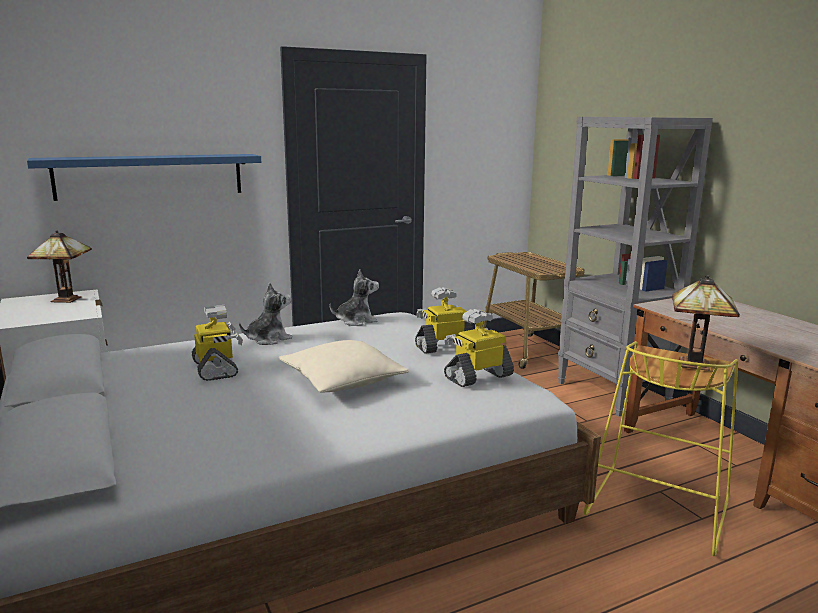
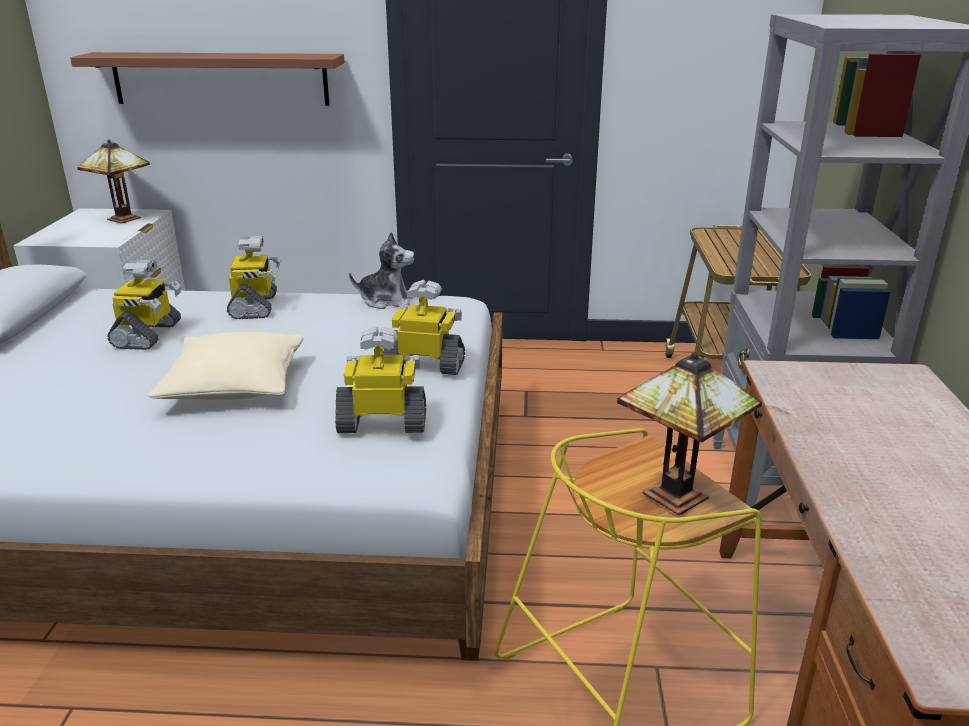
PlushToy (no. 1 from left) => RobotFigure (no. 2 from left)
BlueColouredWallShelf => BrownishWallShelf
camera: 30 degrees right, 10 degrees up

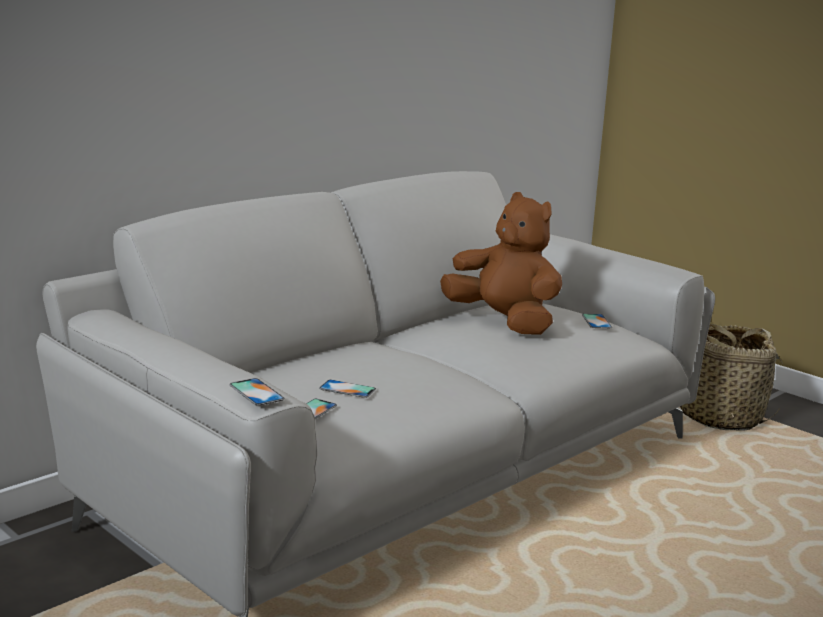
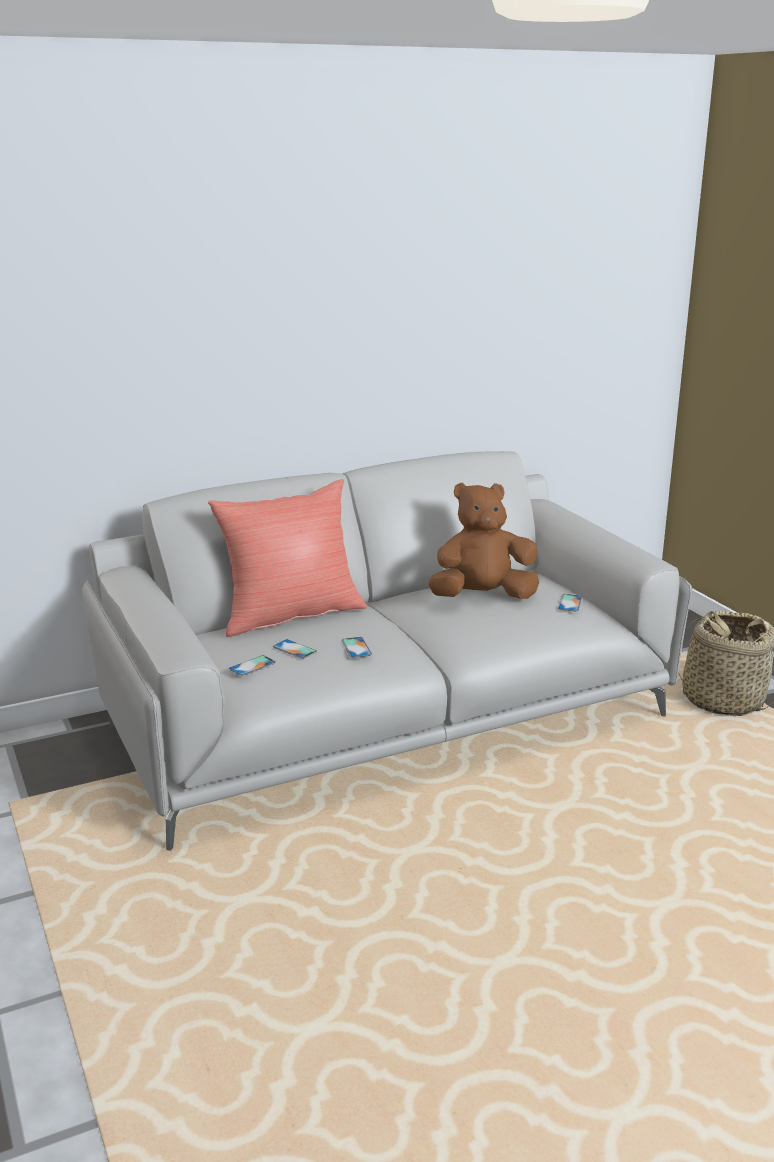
nothing => RedPillow
Handset (no. 1 from left in the first image) => Handset (no. 3 from left), shifted
BrownishPlushToy, 75 degrees counterclockwise
camera: 20 degrees right, 5 degrees up

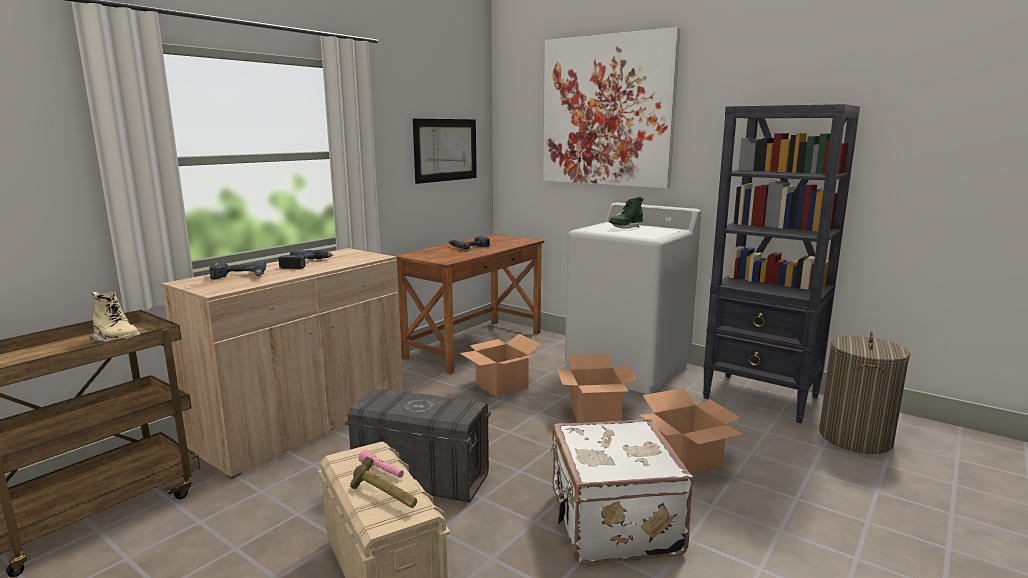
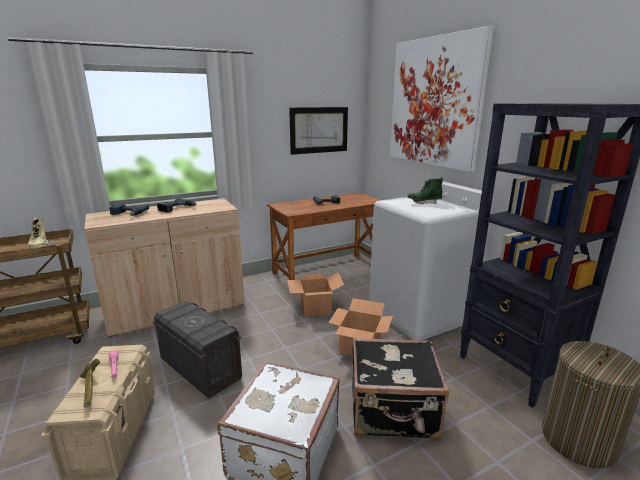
PackingBox (no. 3 from left) => BlackishSuitcase
camera: 25 degrees right, 5 degrees up

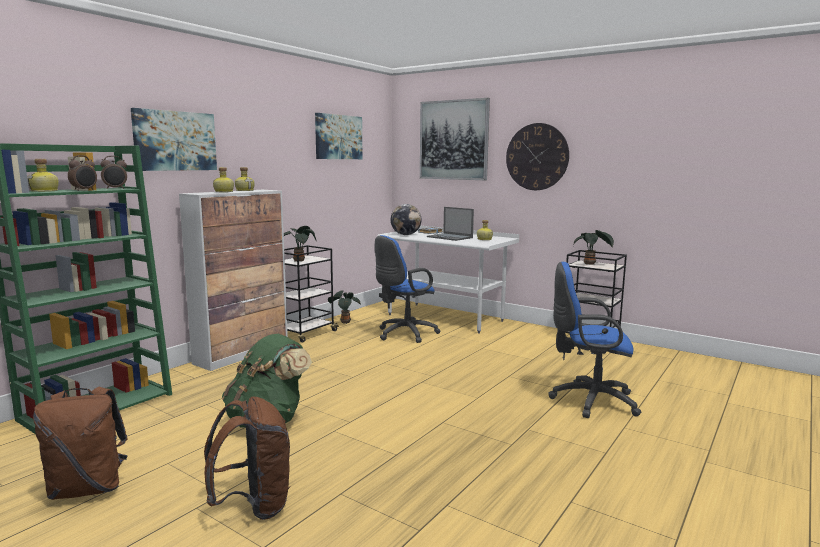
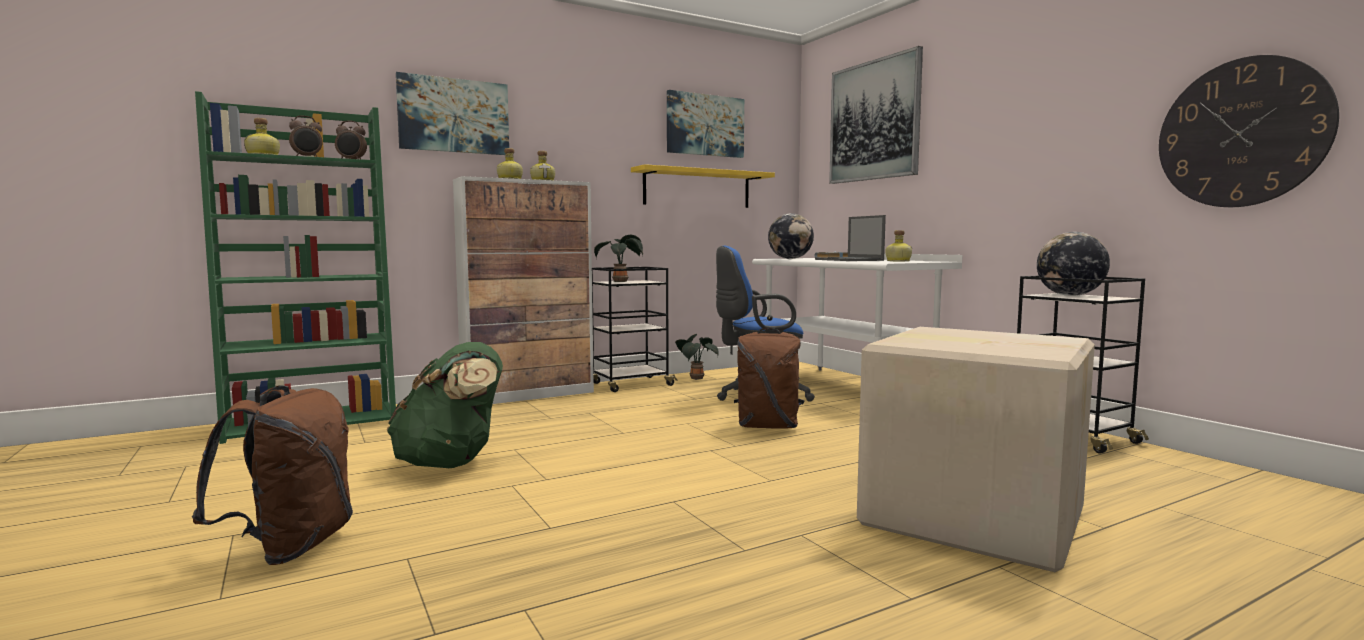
nothing => YellowColouredWallShelf
BrownishBackpack (no. 1 from left in the first image) => BrownishBackpack (no. 2 from left), shifted
WallClock, shifted
BlueColouredDeskChair (no. 2 from left) => PackingBox
PlantInAPot (no. 3 from left) => DeskGlobe (no. 2 from left)
camera: 25 degrees right, 5 degrees down

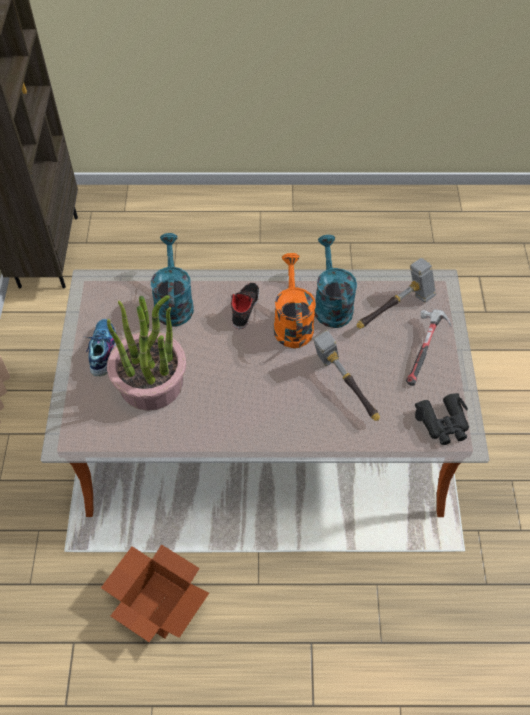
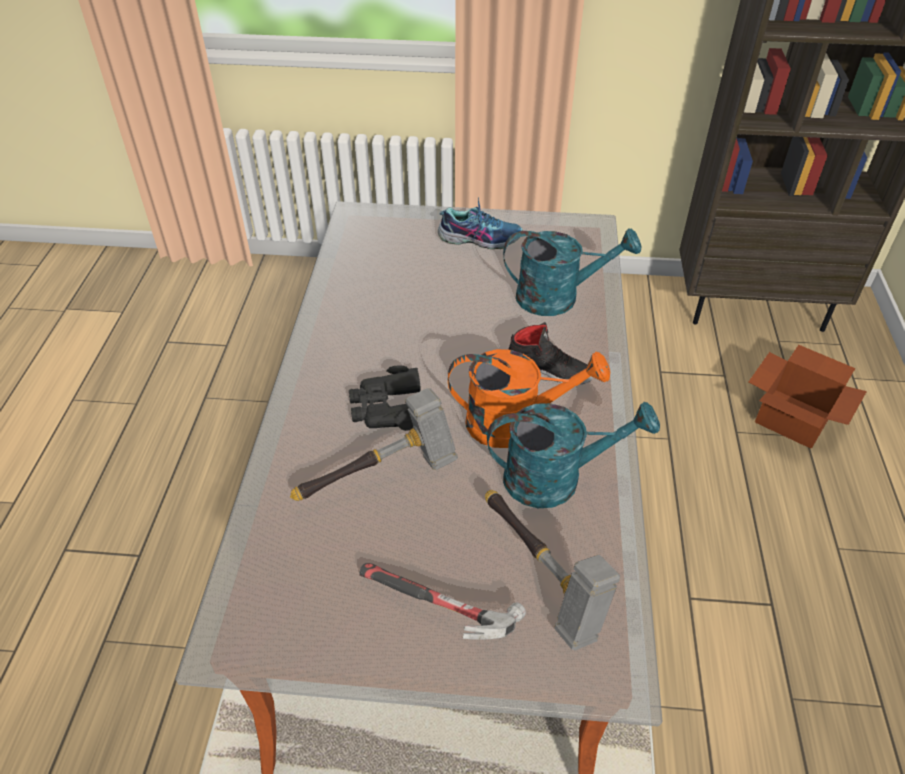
PlantInAPot => nothing
PackingBox, shifted
BlackishPairOfBinoculars, shifted
camera: 95 degrees right, 10 degrees down

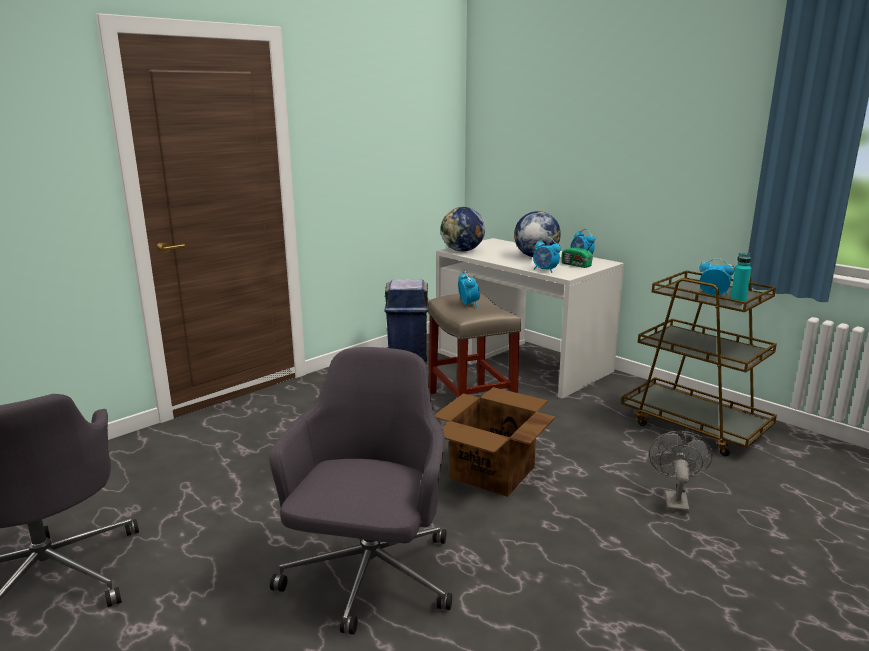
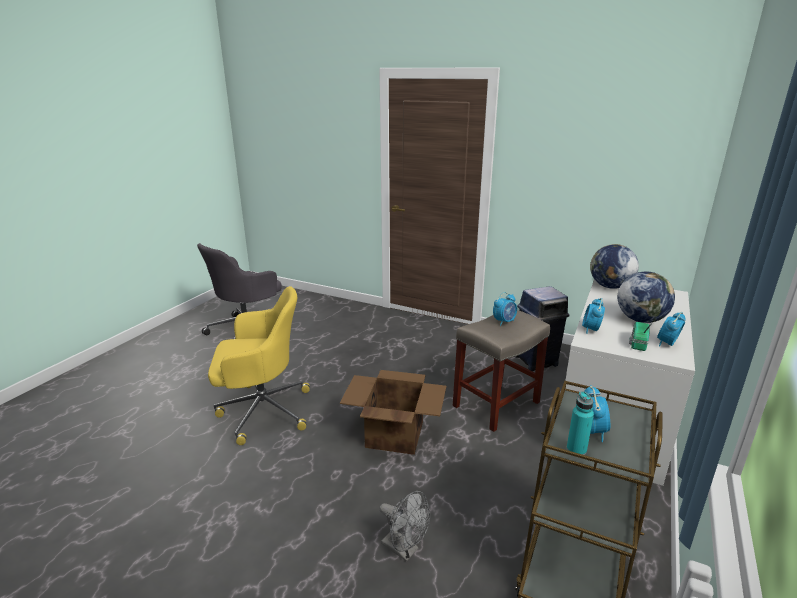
GreyDeskChair (no. 2 from left) => YellowColouredDeskChair
GreyFan, 45 degrees clockwise
camera: 70 degrees right, 5 degrees up

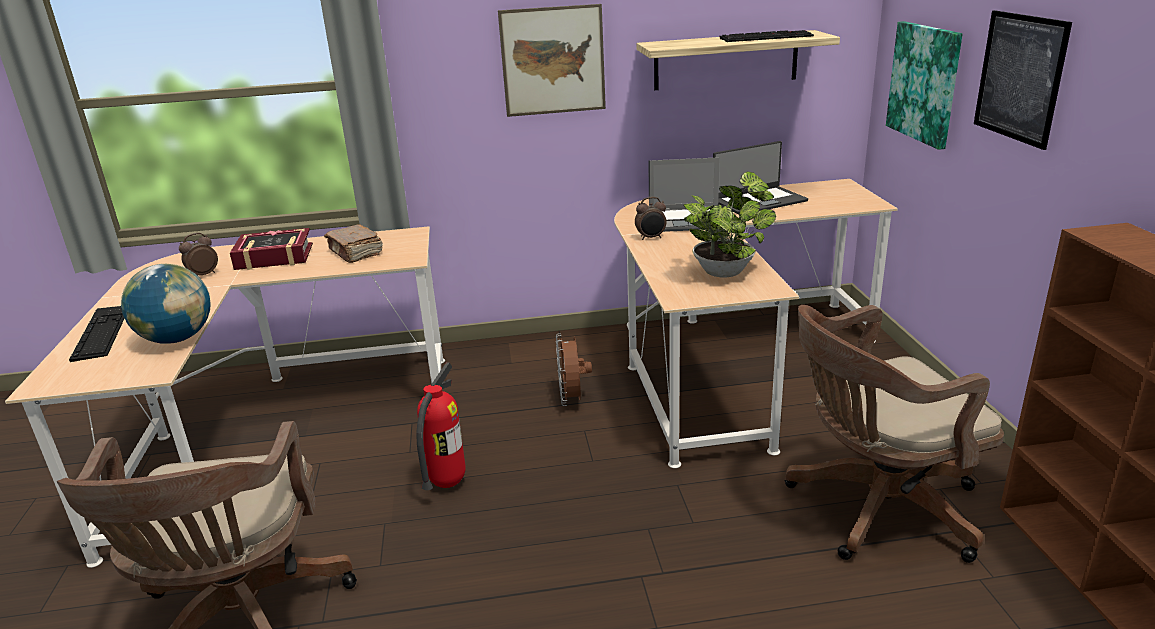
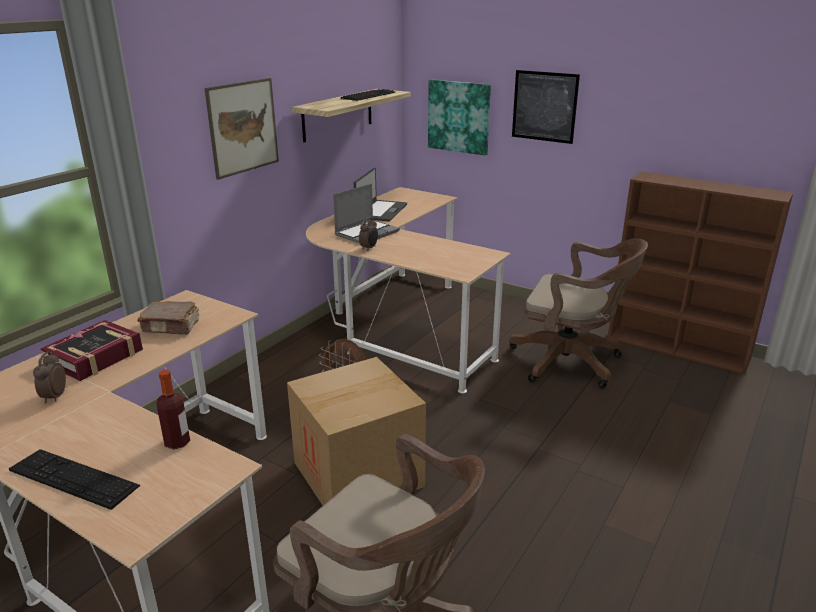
PlantInAPot => nothing
DeskGlobe => DrinkBottle
FireExtinguisher => PackingBox
BrownishDeskChair (no. 2 from left), 90 degrees counterclockwise
camera: 50 degrees left, 0 degrees up

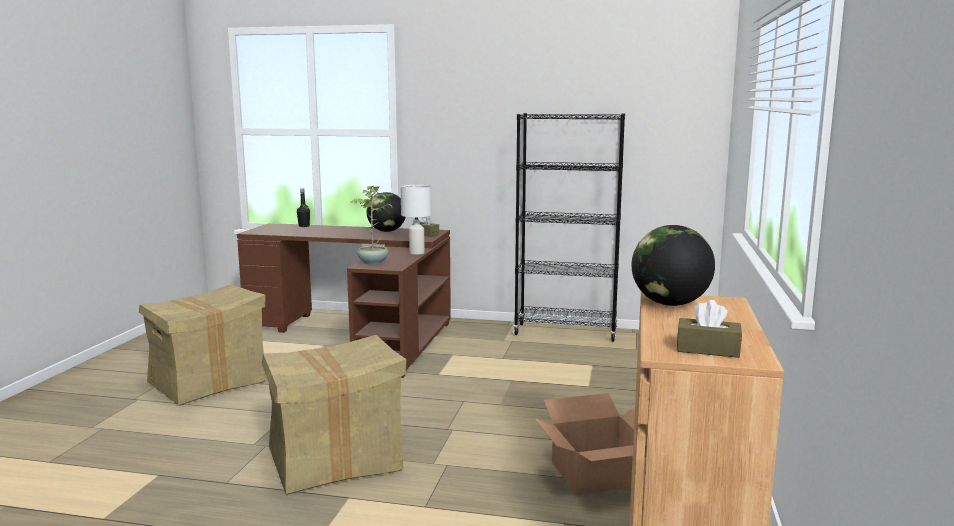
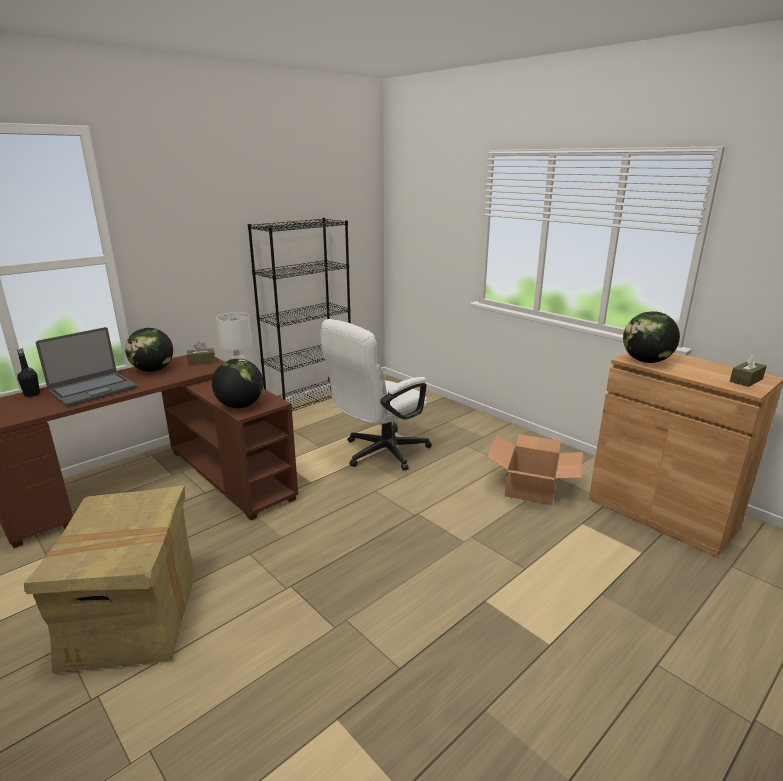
PackingBox (no. 2 from left) => nothing
nothing => PortableComputer
nothing => WhitishDeskChair
PlantInAPot => DeskGlobe (no. 2 from left)
camera: 55 degrees left, 10 degrees up

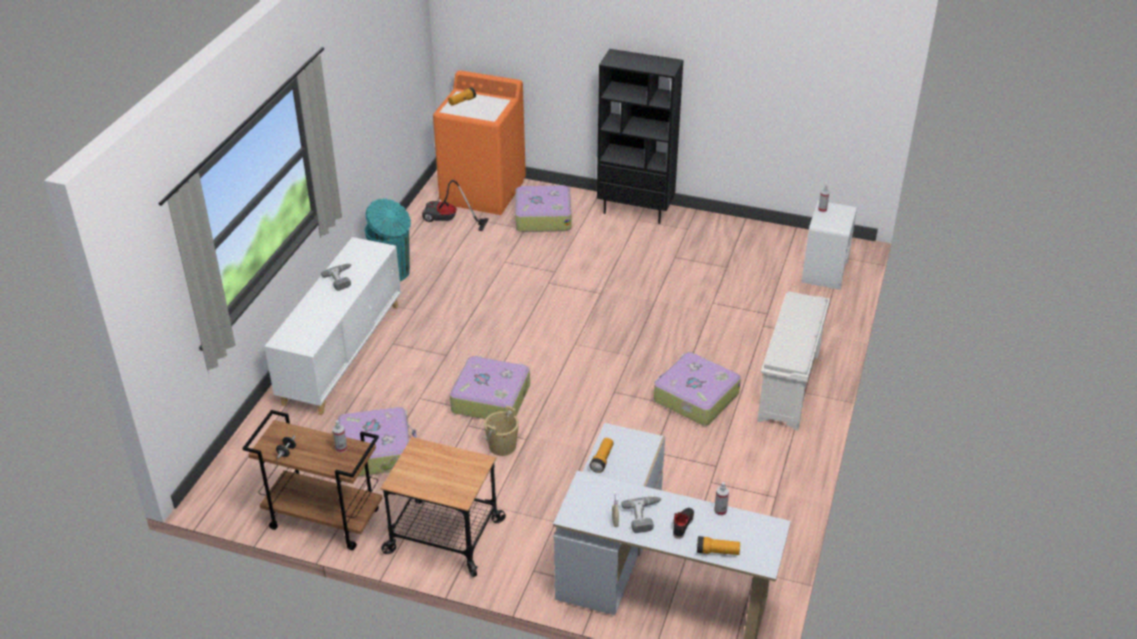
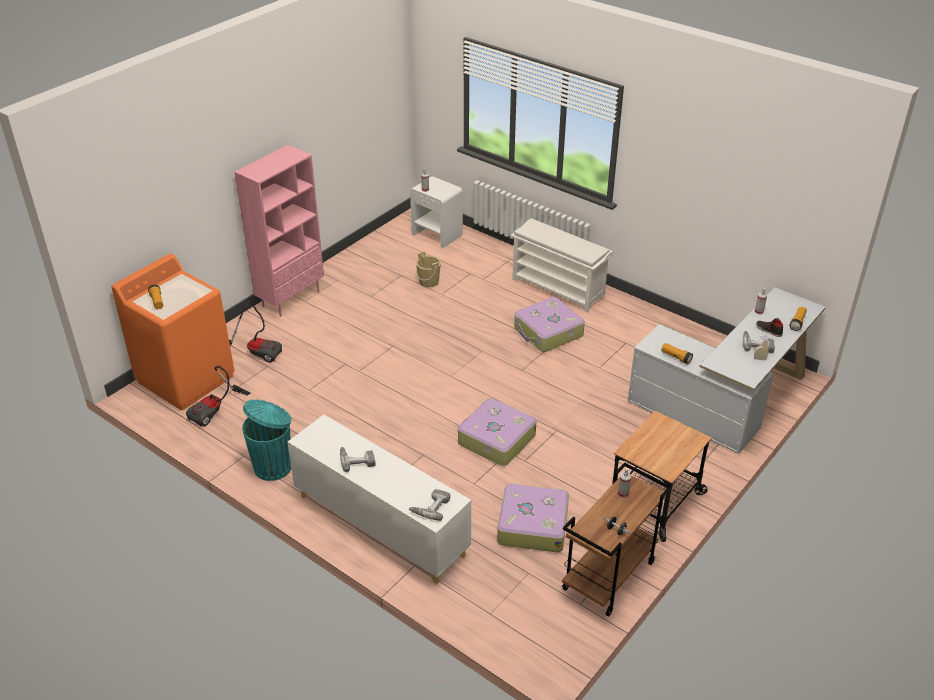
nothing => PowerDrill (no. 2 from left)
BeigePail, shifted
Suitcase (no. 3 from left) => VacuumCleaner (no. 2 from left)
BlackishBookshelf => PinkishBookshelf
camera: 70 degrees left, 0 degrees up

